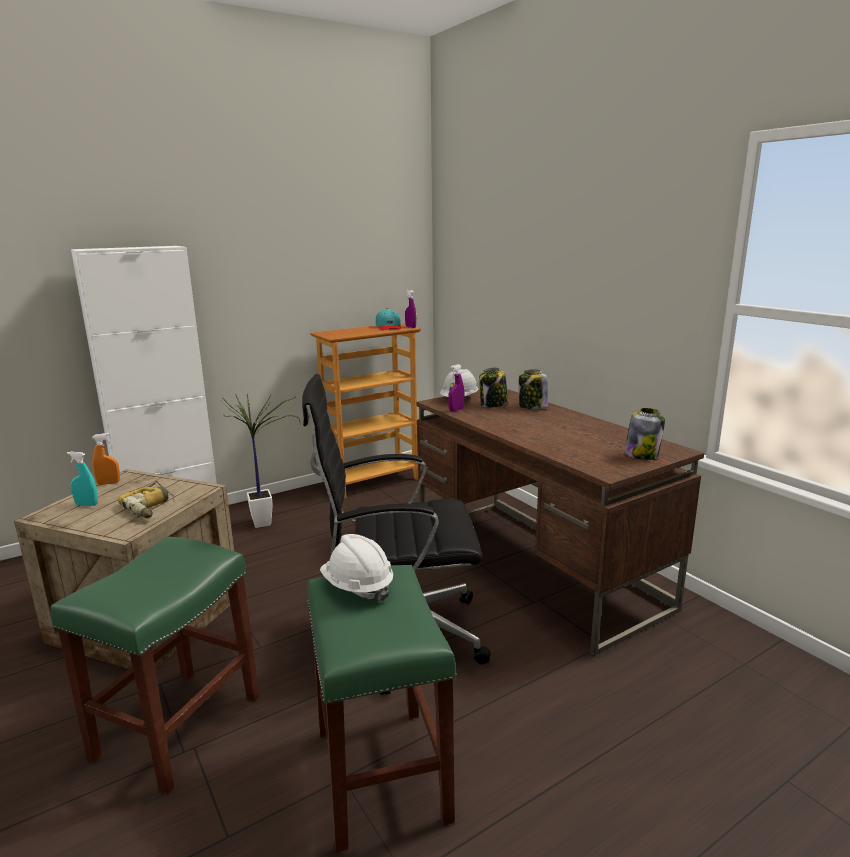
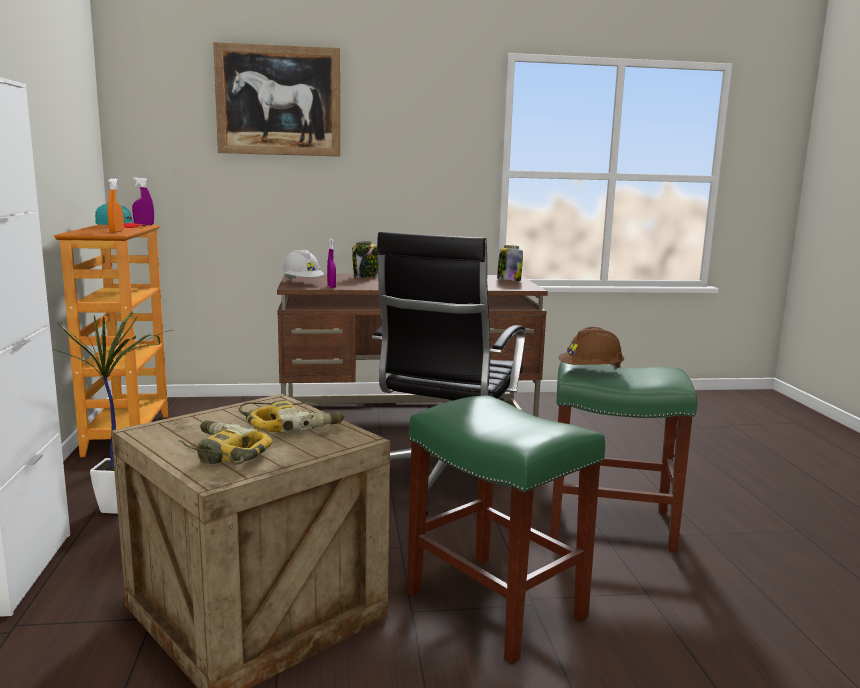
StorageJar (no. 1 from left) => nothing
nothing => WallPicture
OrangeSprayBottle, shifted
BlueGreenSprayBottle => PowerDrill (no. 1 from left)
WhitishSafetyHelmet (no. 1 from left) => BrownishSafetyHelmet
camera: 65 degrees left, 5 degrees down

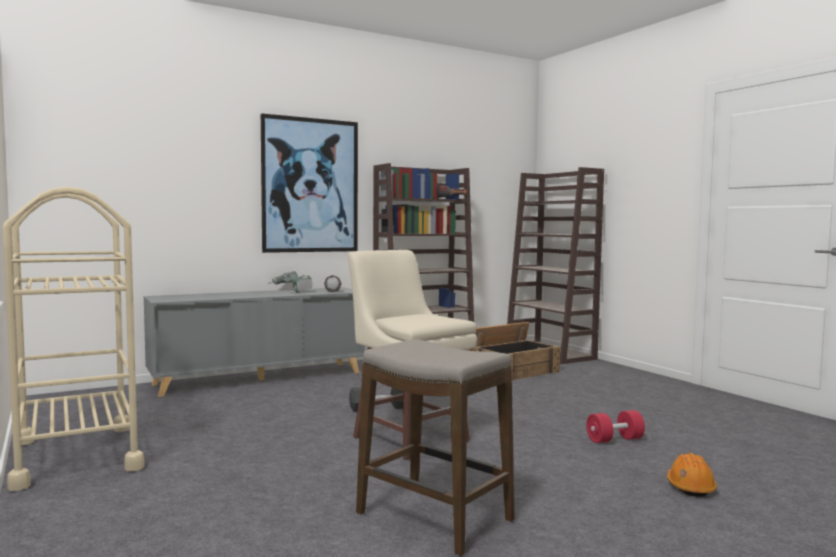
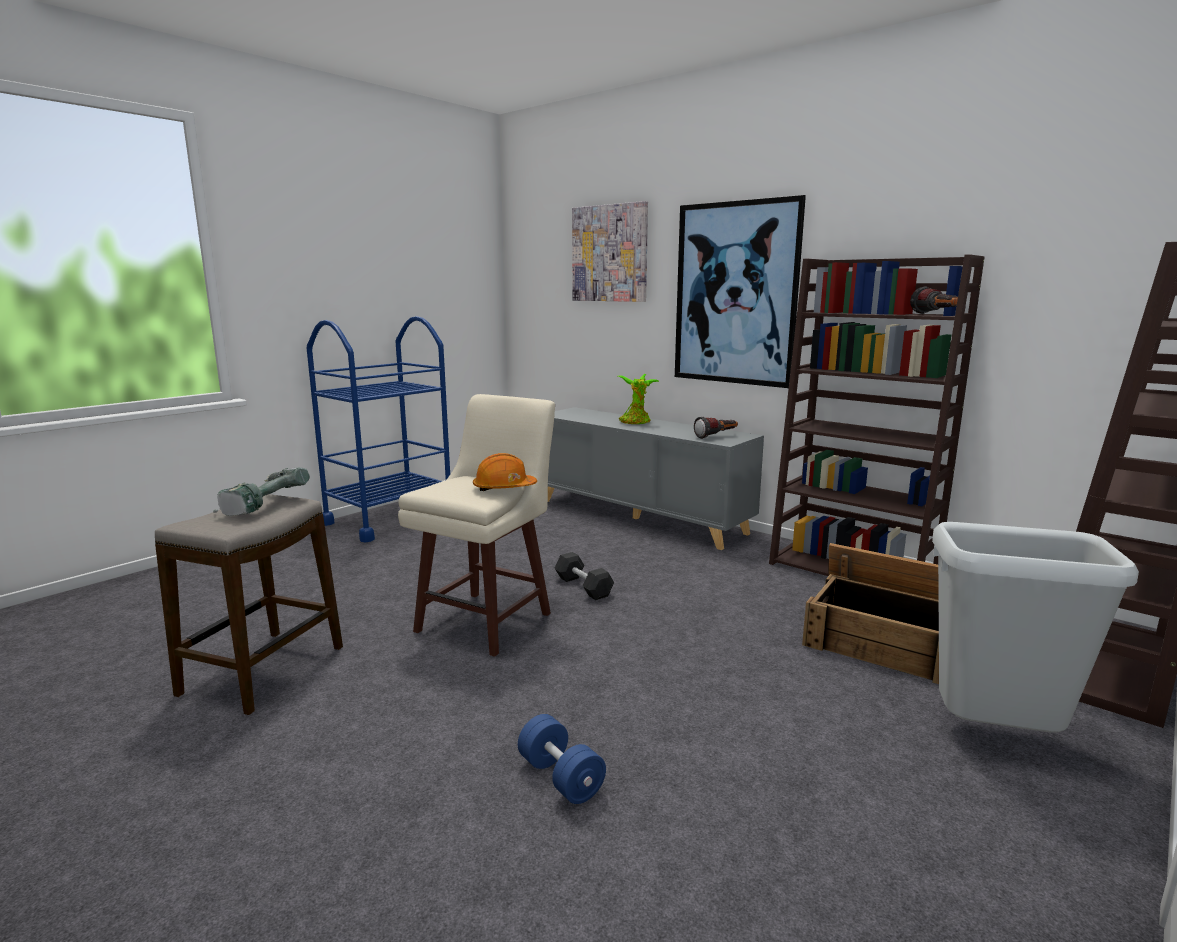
nothing => WallPicture (no. 1 from left)
nothing => PlantInAPot
nothing => GreyWasteBin
PowerDrill, shifted
OrangeSafetyHelmet, shifted
BeigeCart => BlueColouredCart
RedHandWeight => BlueColouredHandWeight
camera: 70 degrees right, 10 degrees up

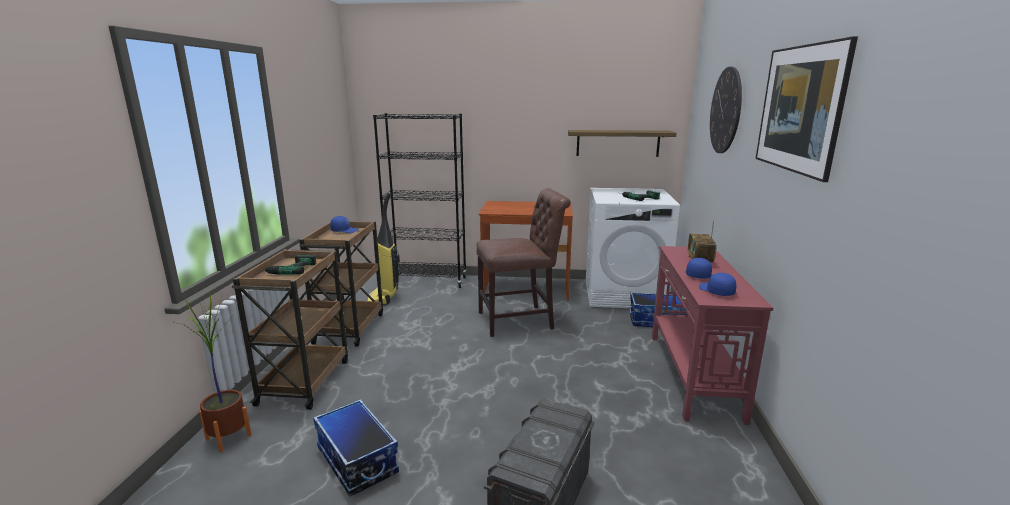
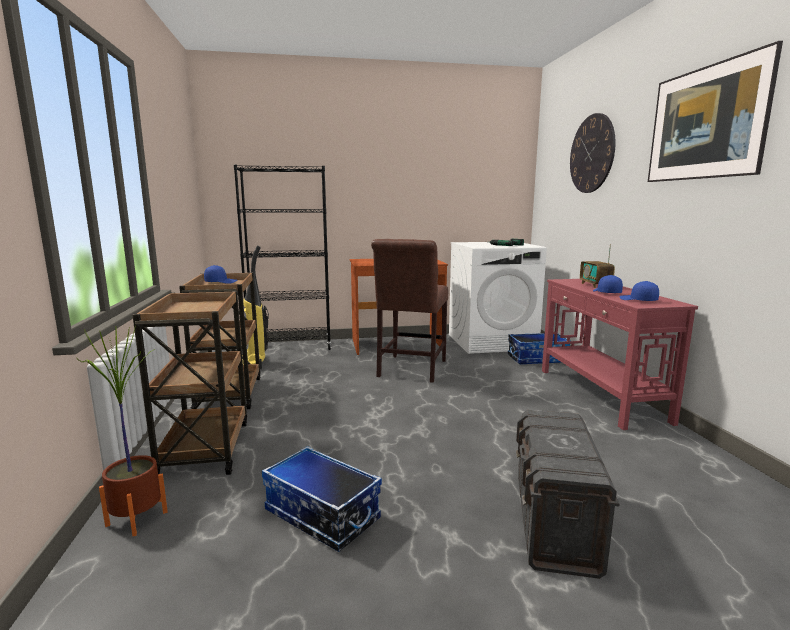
PowerDrill (no. 1 from left) => nothing
WallShelf => nothing
BrownishPlainChair, 135 degrees clockwise
camera: 15 degrees left, 5 degrees down

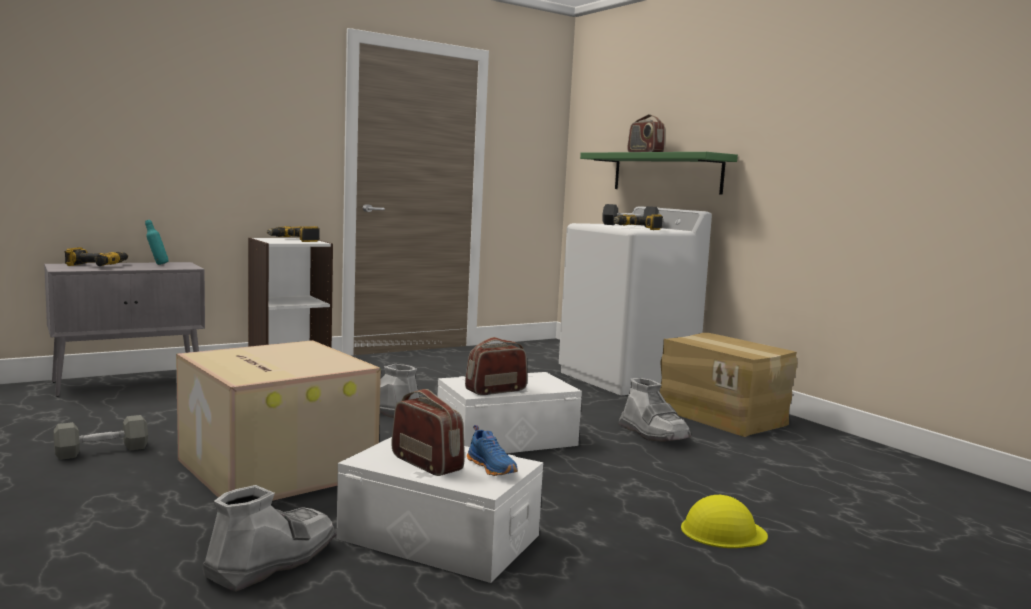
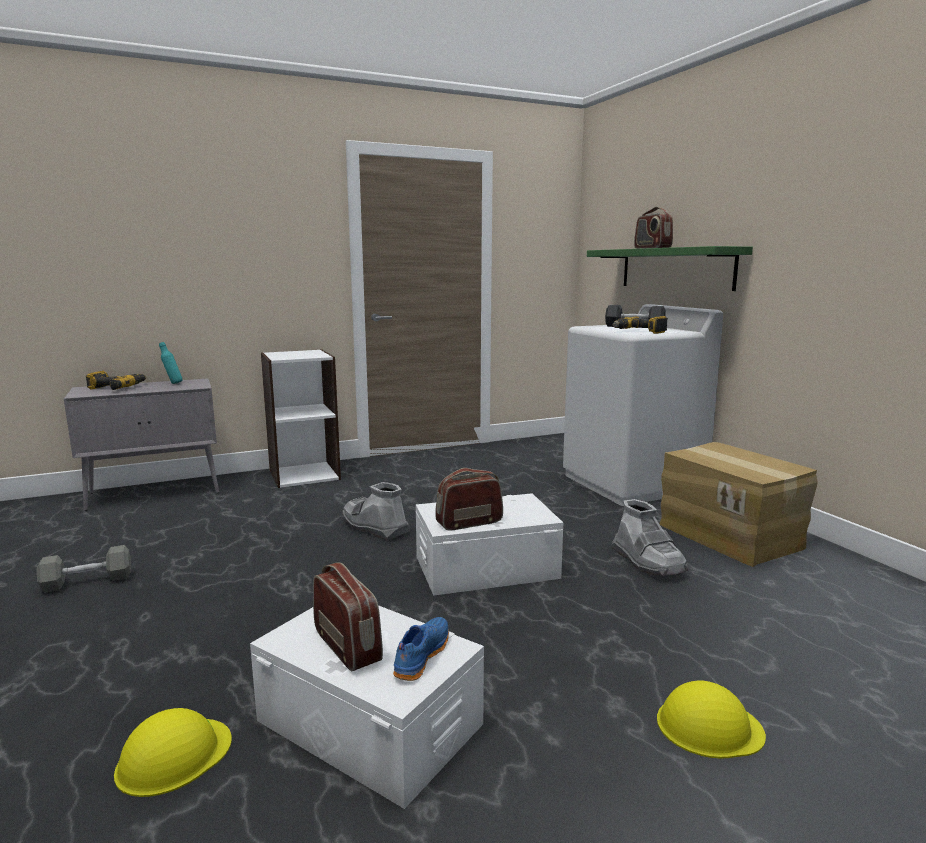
PackingBox (no. 1 from left) => nothing
PowerDrill (no. 2 from left) => nothing
GreyBoot (no. 1 from left) => YellowColouredSafetyHelmet (no. 1 from left)
BlueColouredShoe, 135 degrees counterclockwise
camera: 10 degrees right, 5 degrees up

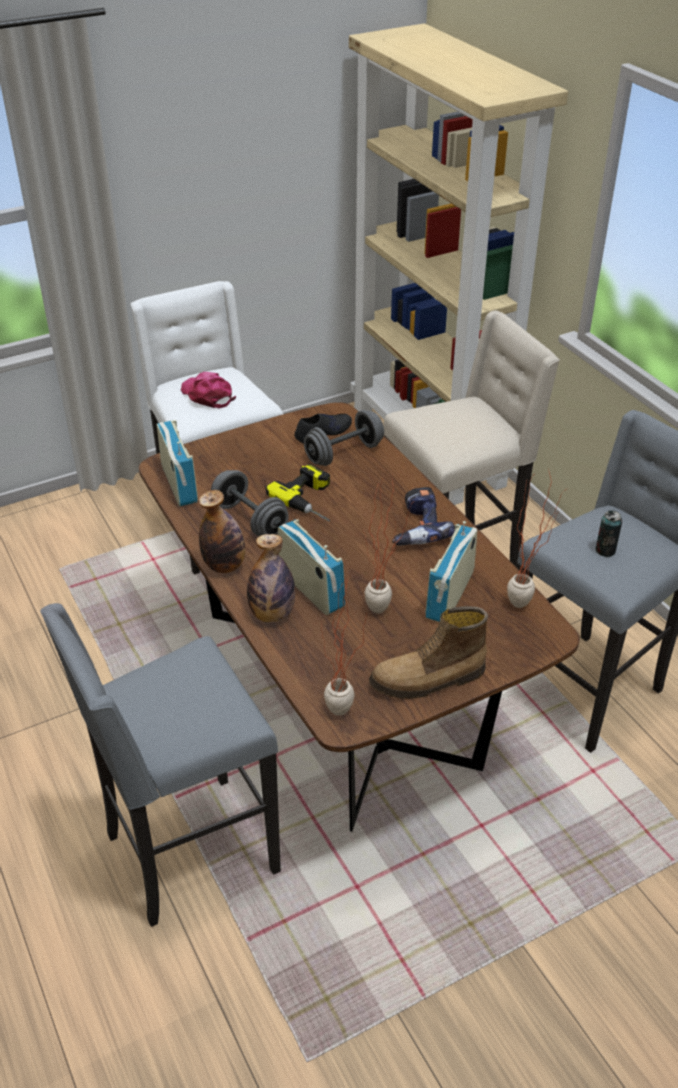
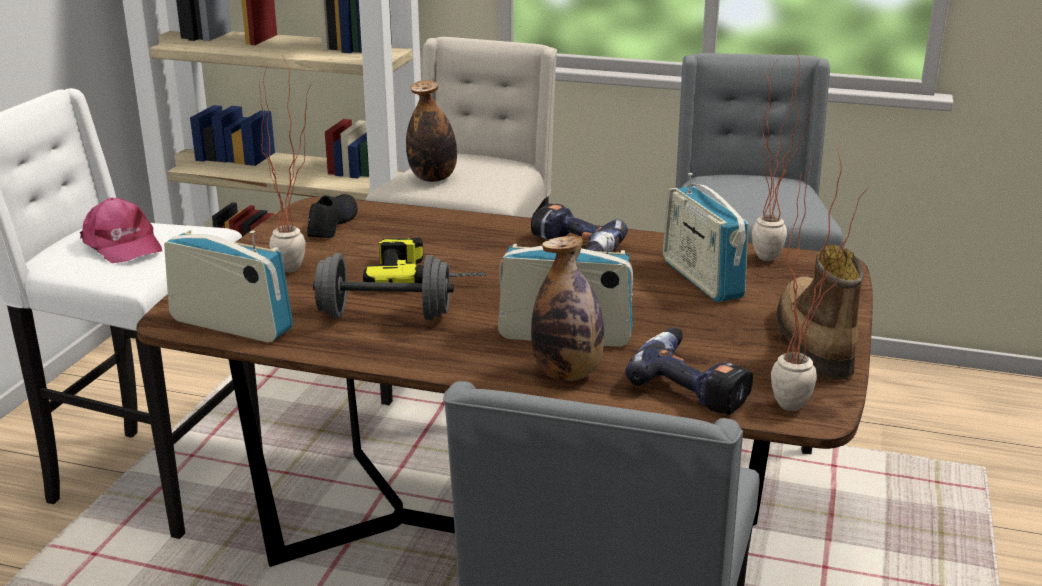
GreyHandWeight (no. 2 from left) => nothing
Can => nothing
nothing => PowerDrill (no. 3 from left)
DrinkBottle (no. 1 from left), shifted
PlantInAPot (no. 2 from left in the first image) => PlantInAPot (no. 1 from left), shifted
PinkishCap, 135 degrees counterclockwise
Boot, 150 degrees clockwise
camera: 45 degrees left, 15 degrees down

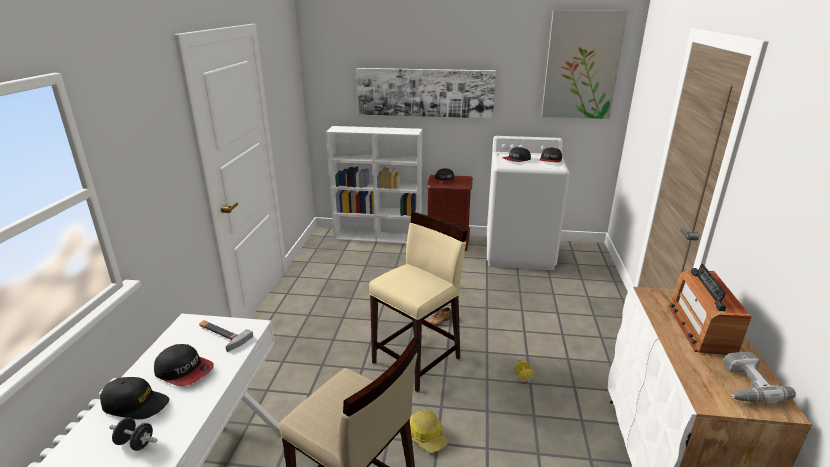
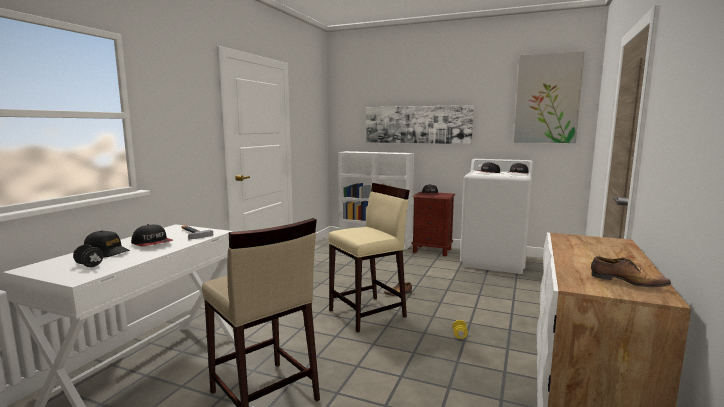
SafetyHelmet => nothing
Radio => nothing
PowerDrill => Shoe (no. 2 from left)
camera: 15 degrees right, 15 degrees down

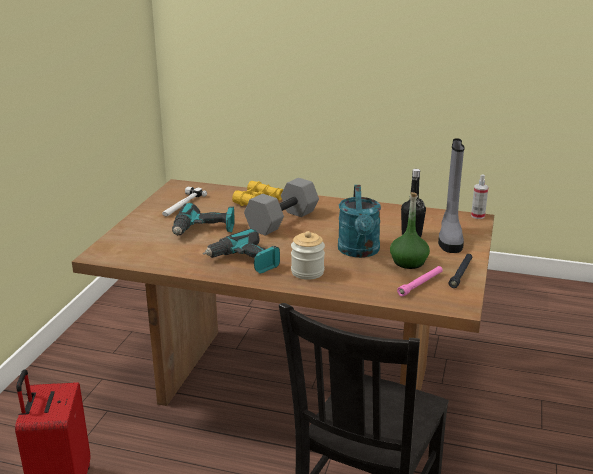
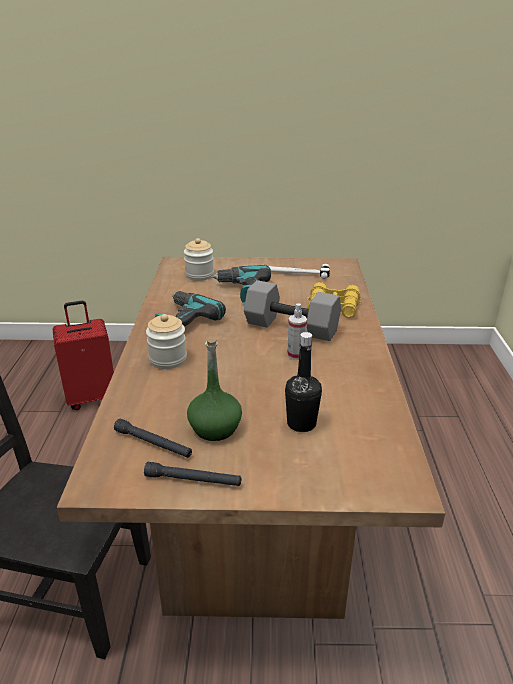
BlueGreenWateringCan => nothing
GreyBoot => nothing
nothing => StorageJar (no. 2 from left)
SprayBottle, shifted
PinkishHandTorch => BlackishHandTorch (no. 1 from left)
camera: 75 degrees right, 5 degrees up

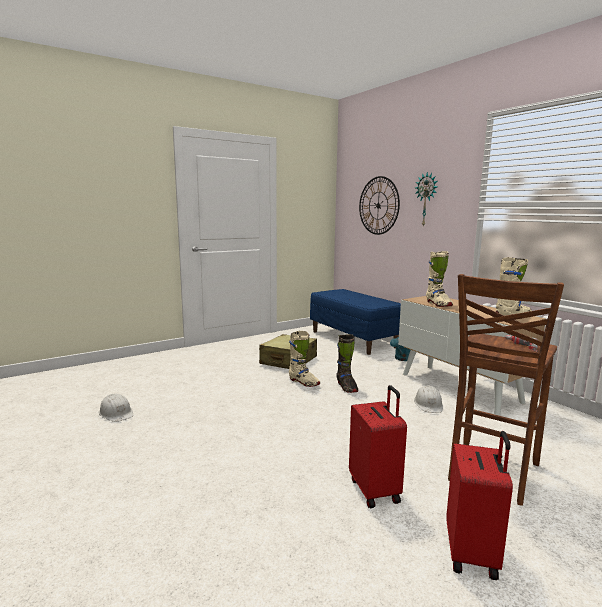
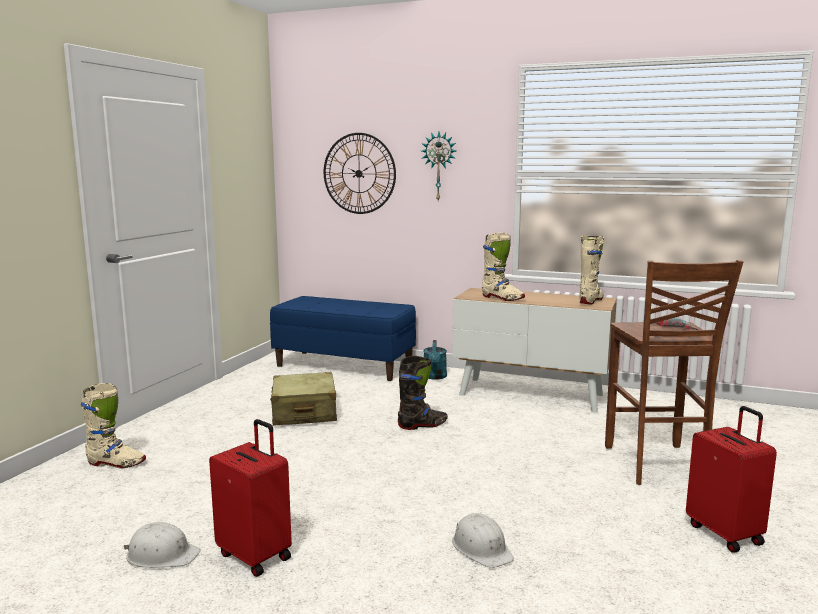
BeigeBoot (no. 1 from left), shifted
RedSuitcase (no. 1 from left), shifted
WhitishSafetyHelmet (no. 2 from left), shifted
BlackishBoot, 60 degrees counterclockwise
camera: 35 degrees left, 0 degrees up

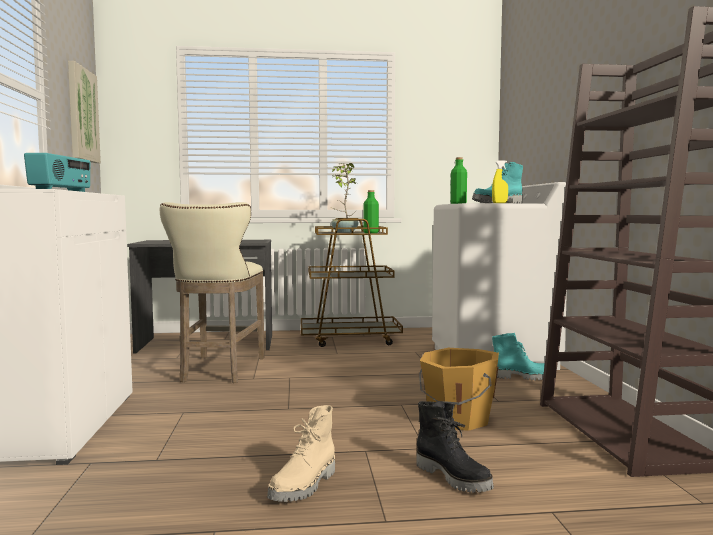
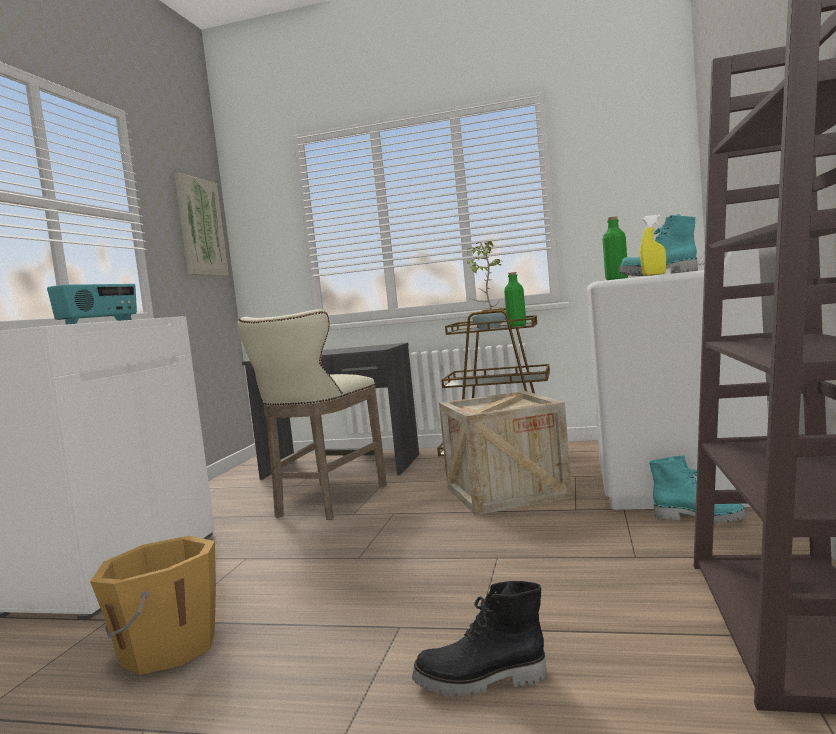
BeigeBoot => nothing
nothing => PackingCrate
OrangePail, shifted
BlackishBoot, 105 degrees clockwise
camera: 20 degrees right, 0 degrees up

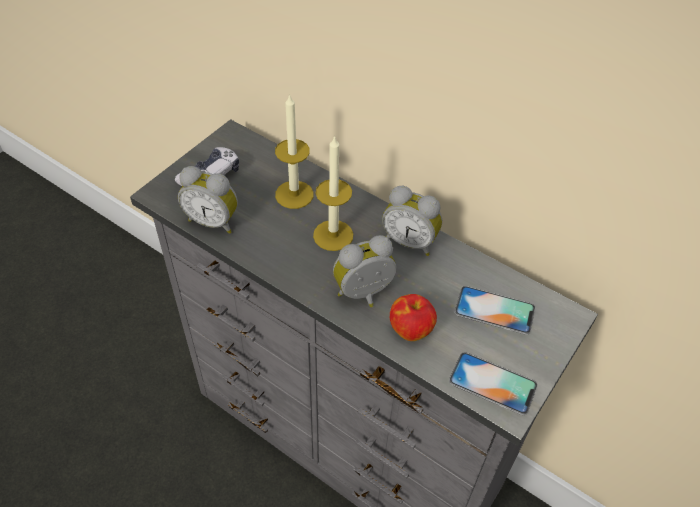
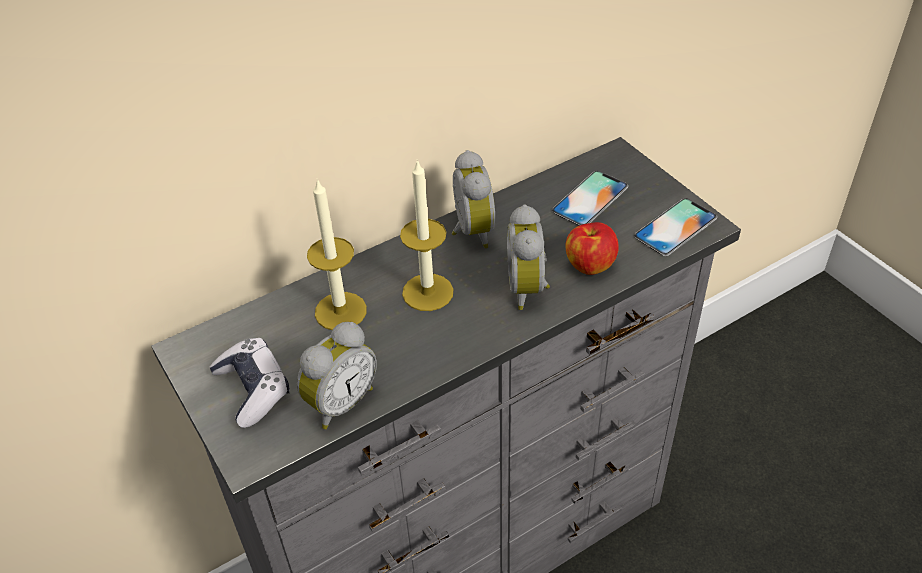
TableClock (no. 3 from left in the first image) => TableClock (no. 2 from left), 60 degrees counterclockwise
camera: 65 degrees left, 5 degrees down

